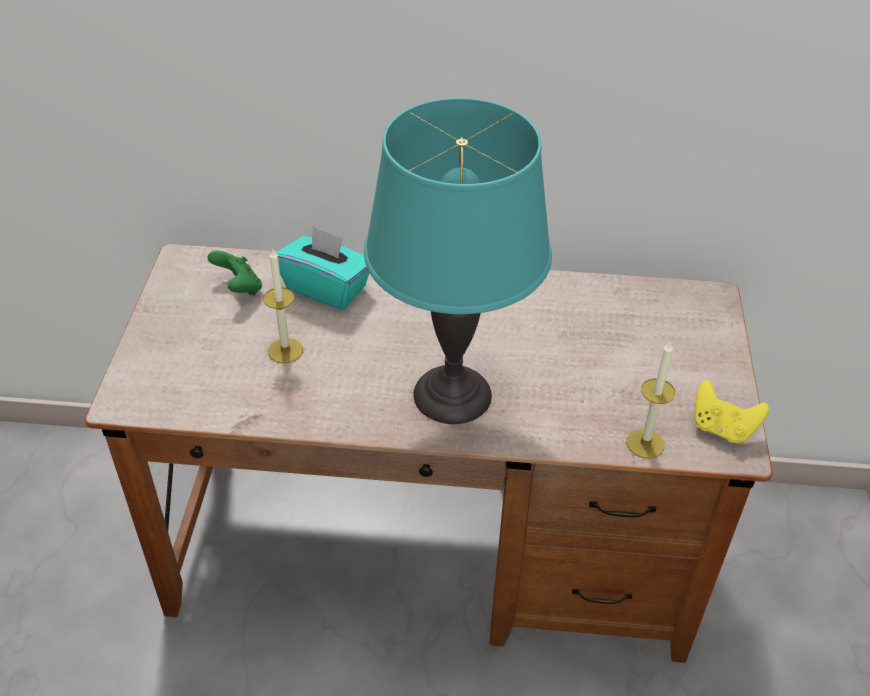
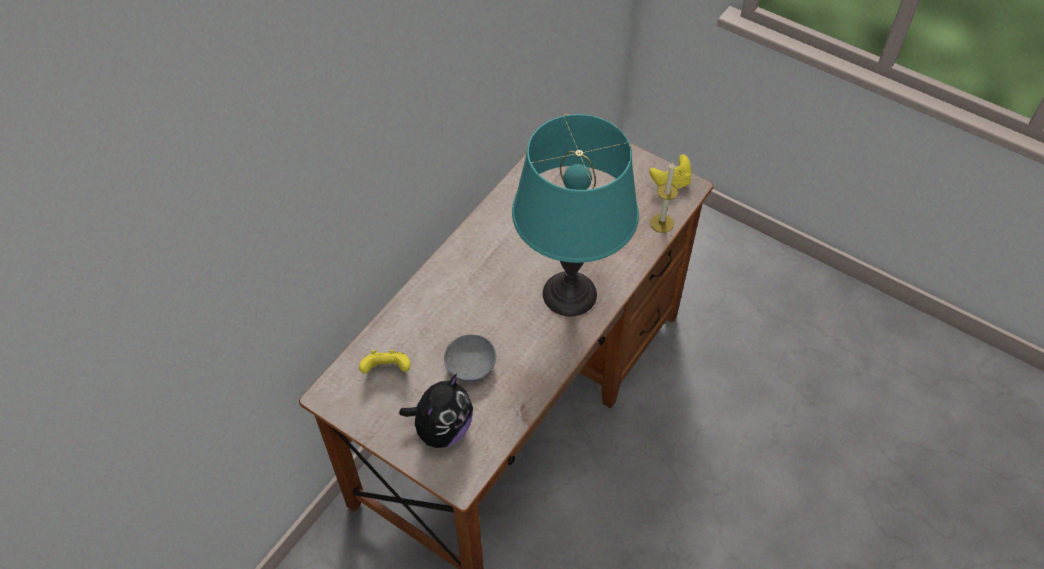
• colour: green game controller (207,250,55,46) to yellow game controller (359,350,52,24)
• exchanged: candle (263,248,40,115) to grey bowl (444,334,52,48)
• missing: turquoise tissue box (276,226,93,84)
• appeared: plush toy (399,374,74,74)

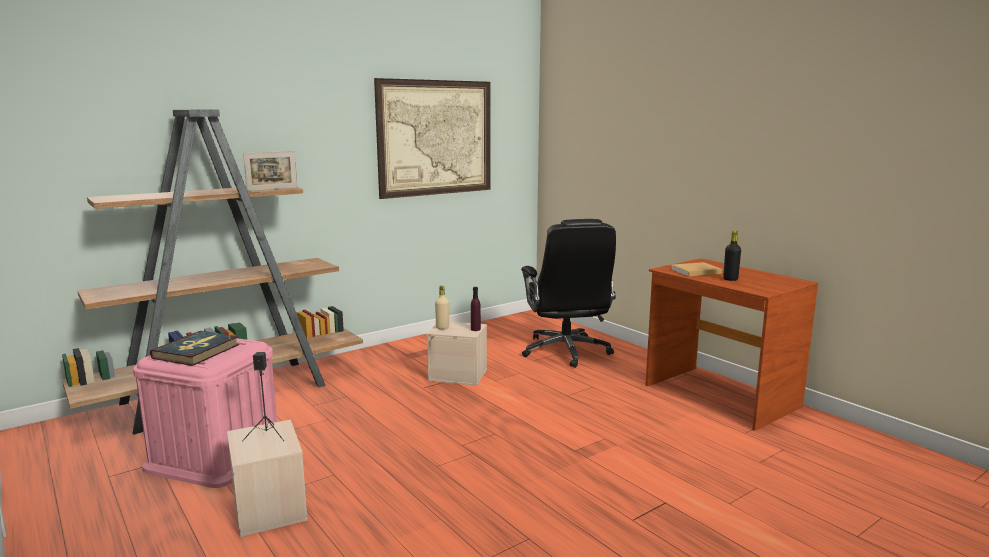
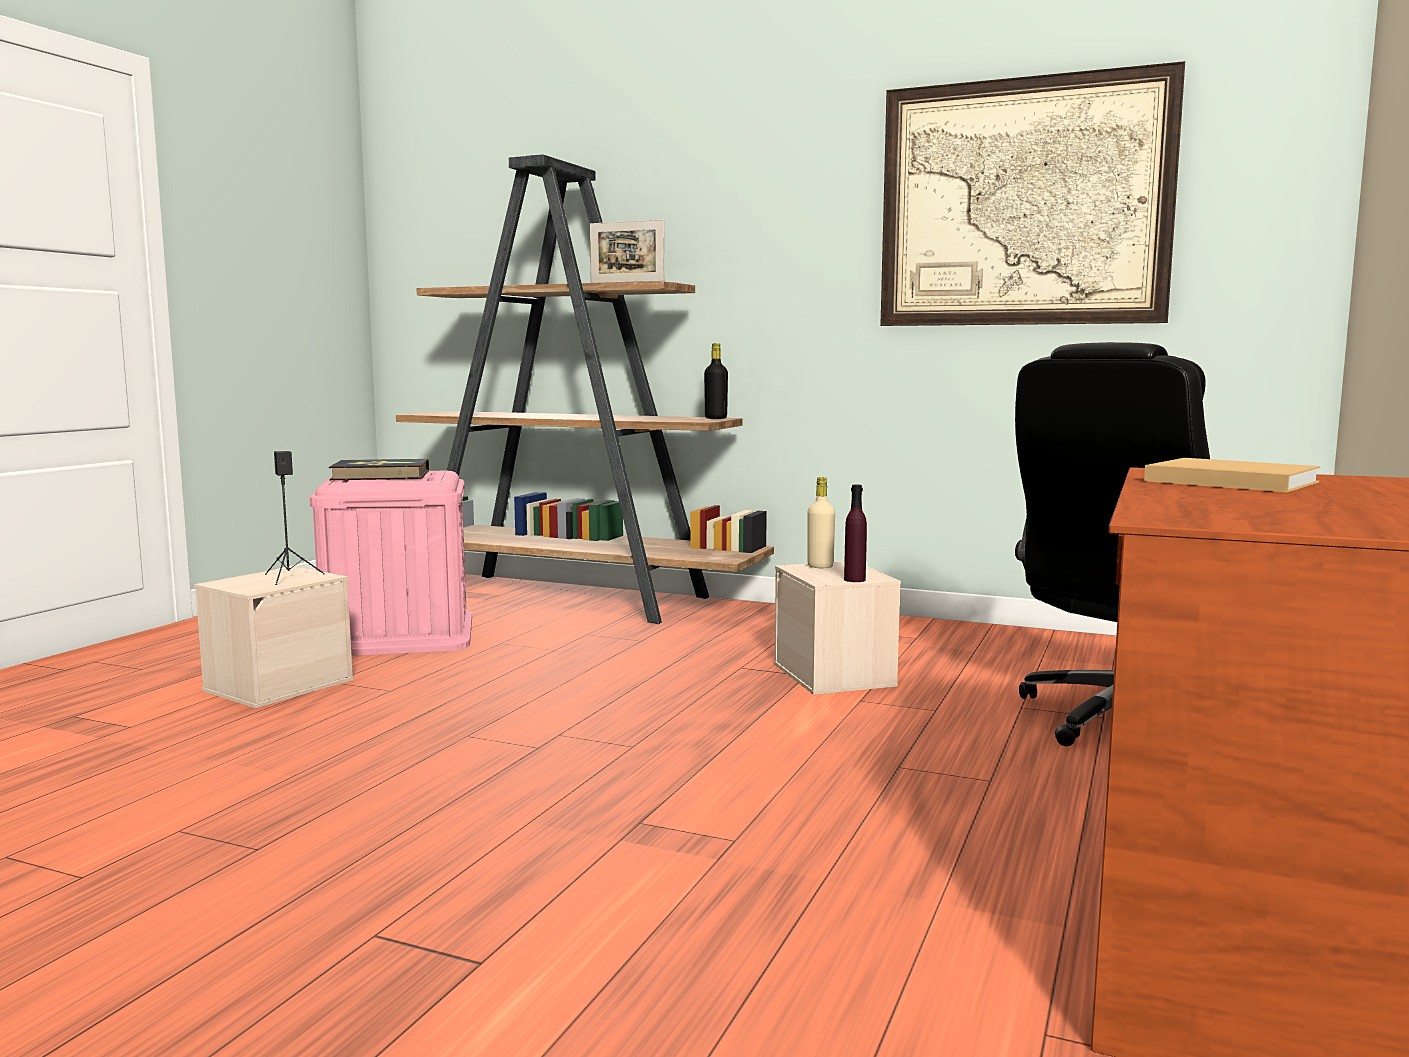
• relocated: black bottle (723,230,18,51) to (704,343,24,76)

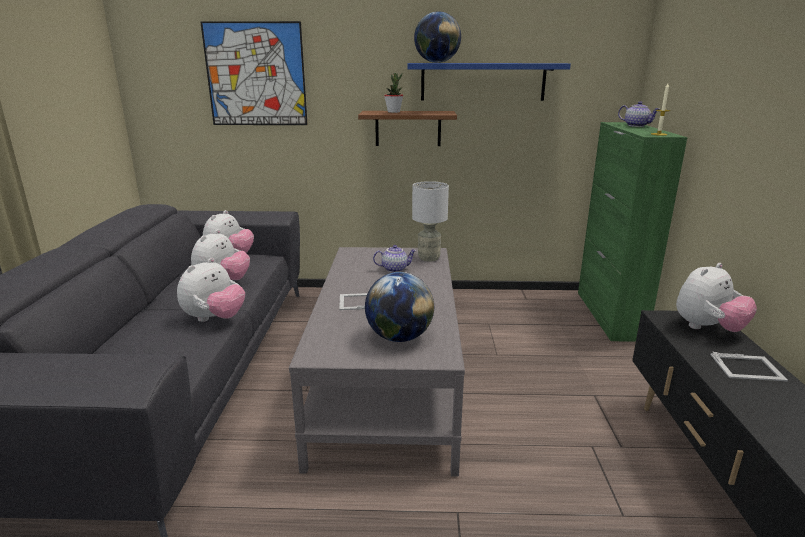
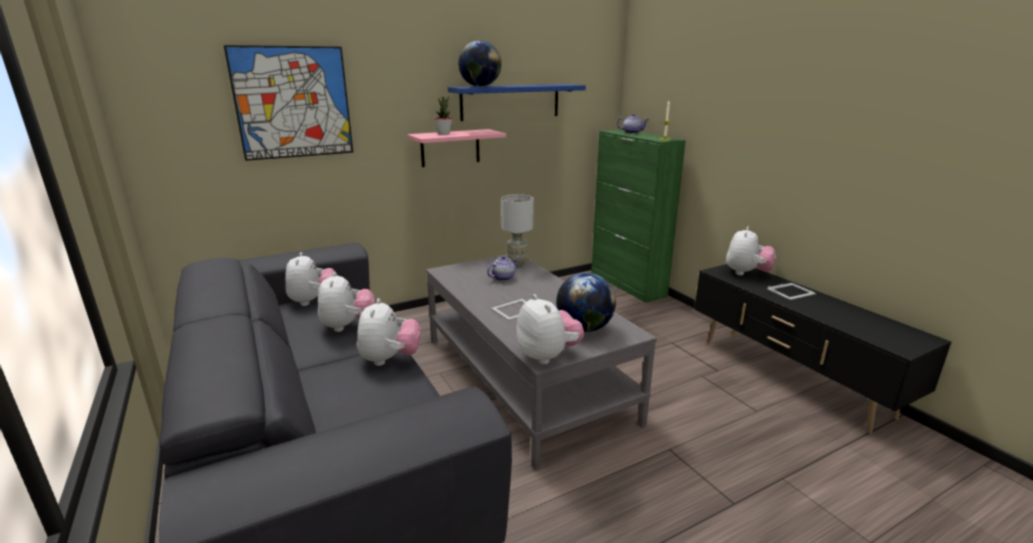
• colour: brown shelf (358,111,99,35) to pink shelf (408,129,98,38)
• appeared: plush toy (516,294,68,70)

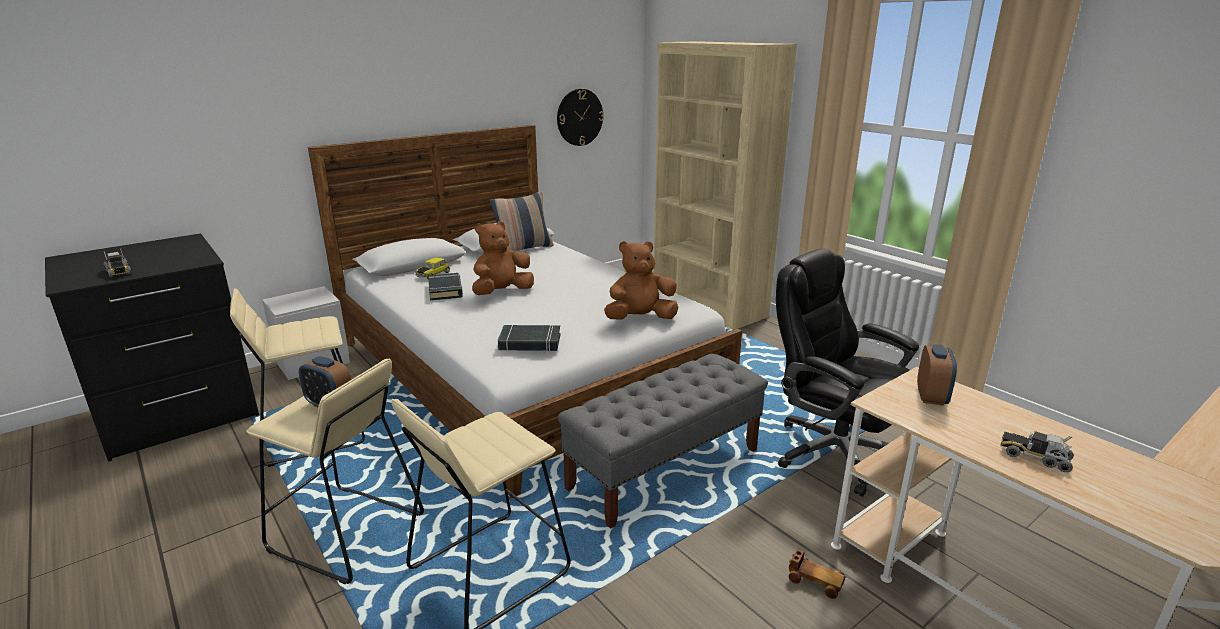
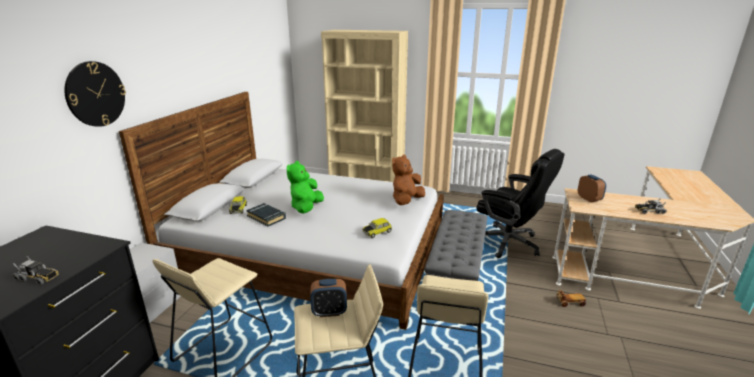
• colour: brown plush toy (472,221,62,74) to green plush toy (287,161,37,52)
• missing: pillow (490,191,63,61)
• exchanged: black book (498,325,62,27) to toy car (362,218,30,20)
• relocated: wall clock (557,89,47,57) to (64,61,62,66)
• spun: black office chair (776,248,143,249) = (476,149,89,109) 150 degrees counterclockwise

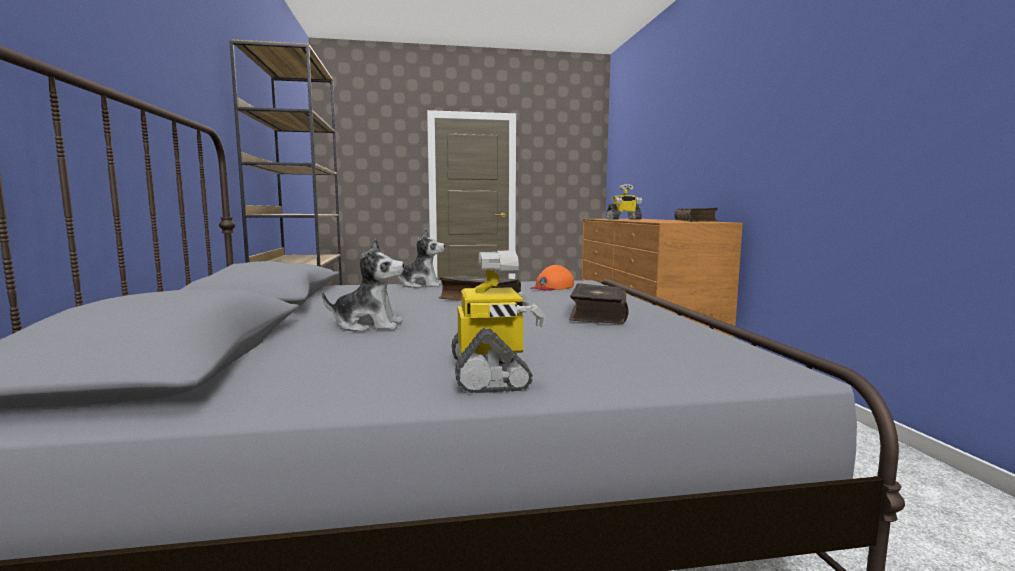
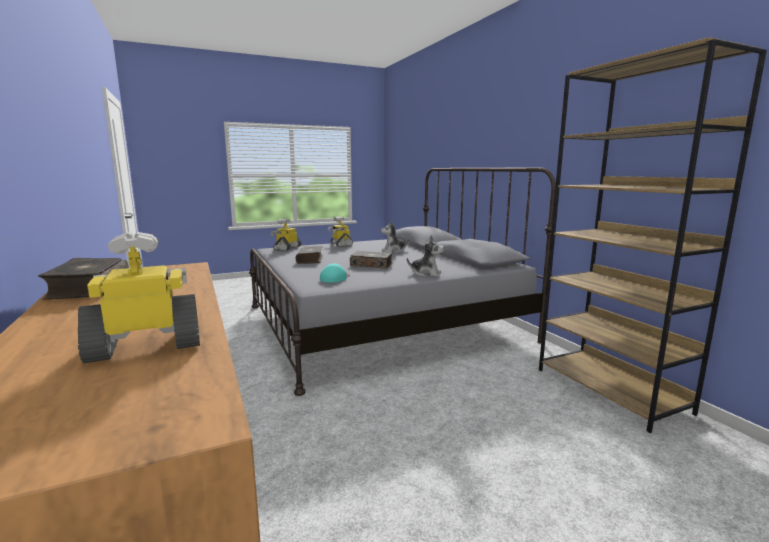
• spun: plush toy (397,229,48,59) = (407,235,37,42) 150 degrees counterclockwise
• colour: orange cap (531,265,43,26) to turquoise cap (320,263,30,20)
• appeared: toy robot (270,219,31,32)

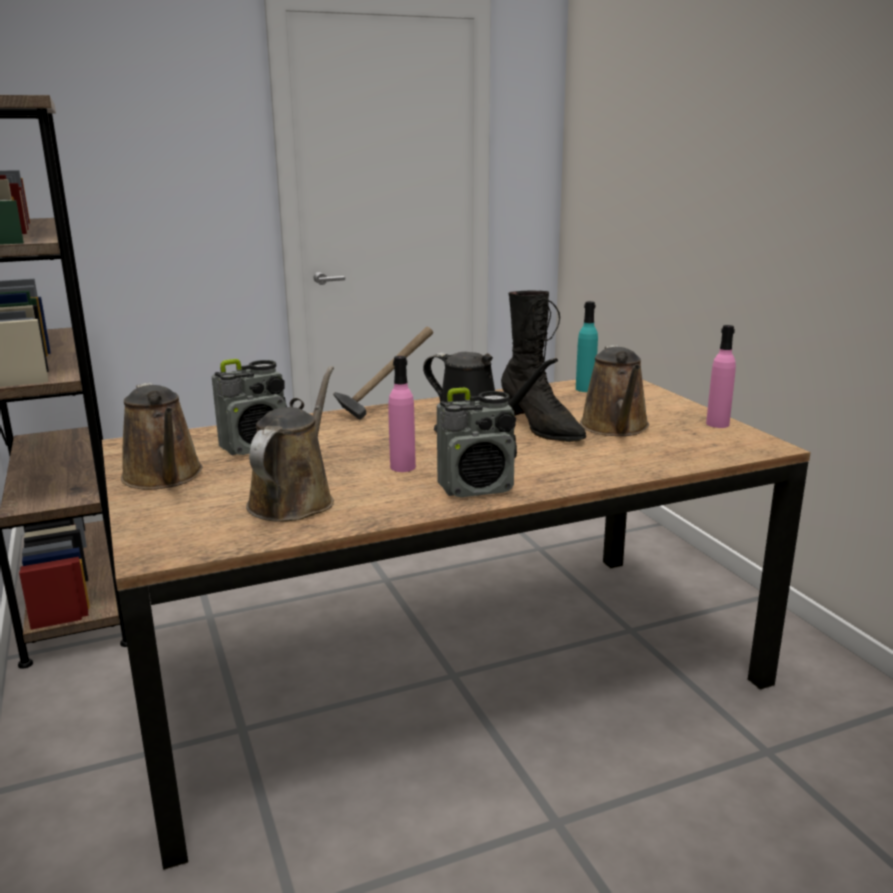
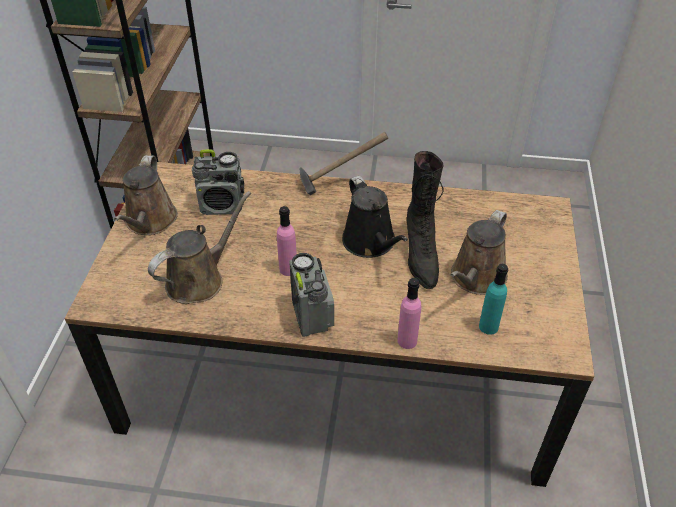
• spun: radio (437,388,80,109) = (289,253,45,84) 120 degrees counterclockwise
• relocated: turquoise bottle (576,301,22,91) to (479,264,29,71)
• relocated: pink bottle (706,325,30,103) to (397,278,24,71)

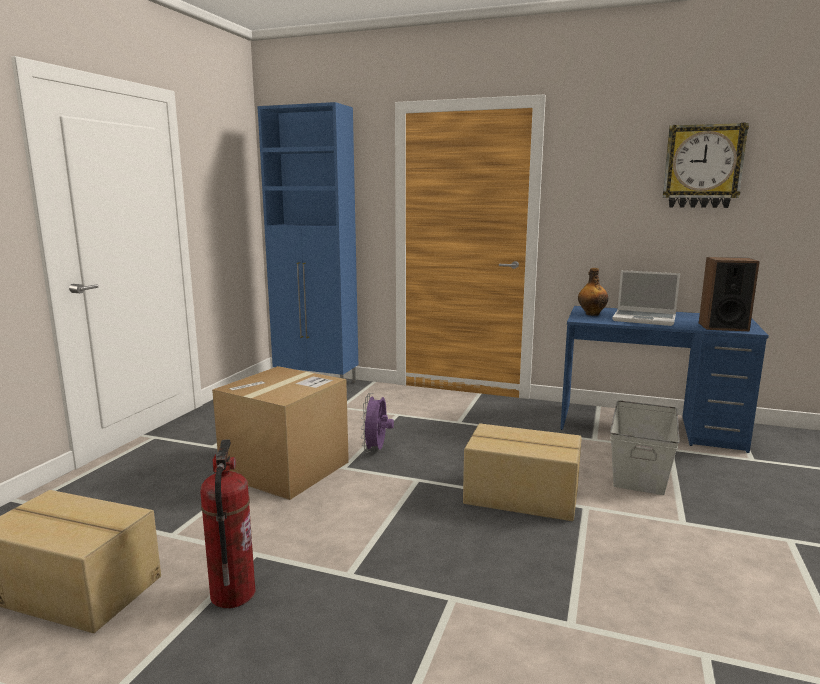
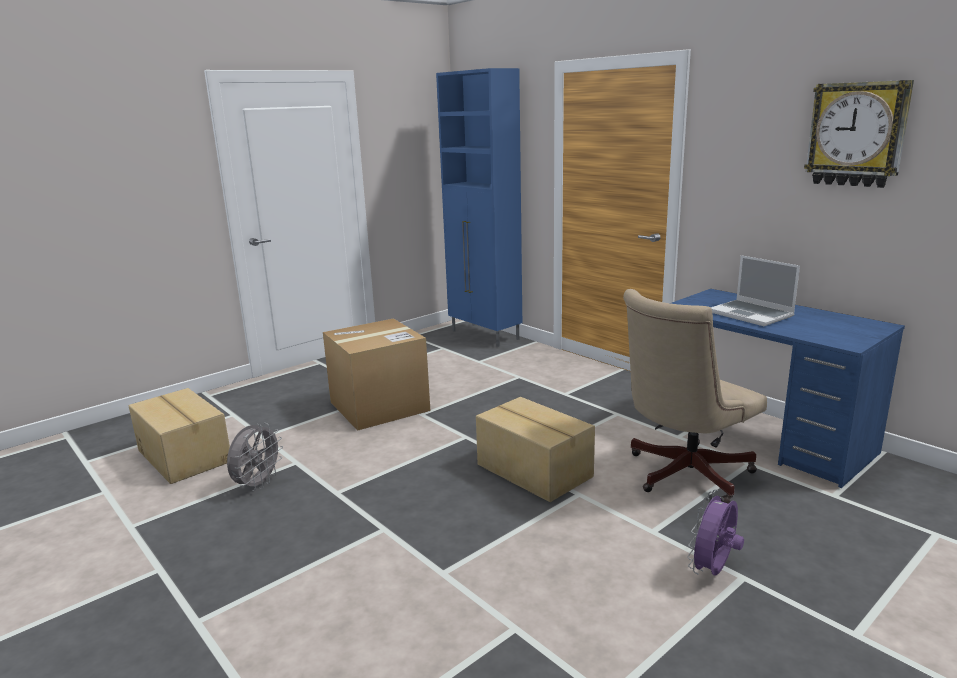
• exchanged: fire extinguisher (200,439,56,169) to grey fan (227,423,56,68)
• relocated: purple fan (361,393,33,60) to (687,490,57,86)
• missing: bottle (578,268,30,48)
• exchanged: grey storage box (610,400,70,95) to beige office chair (623,289,144,215)
• missing: speaker (699,257,61,74)

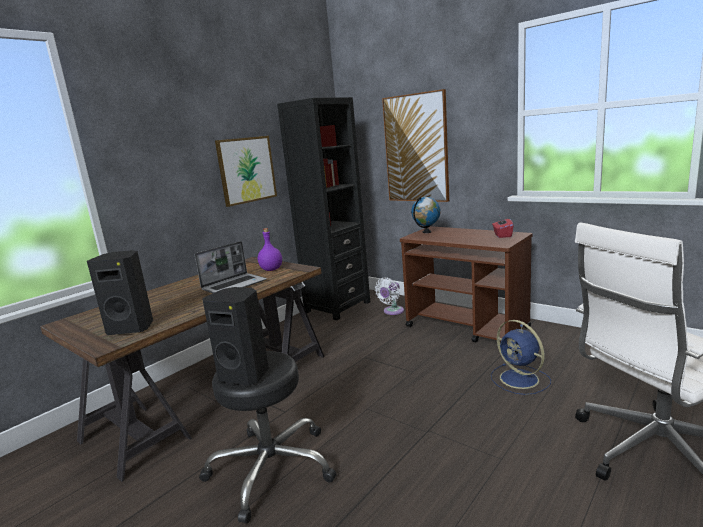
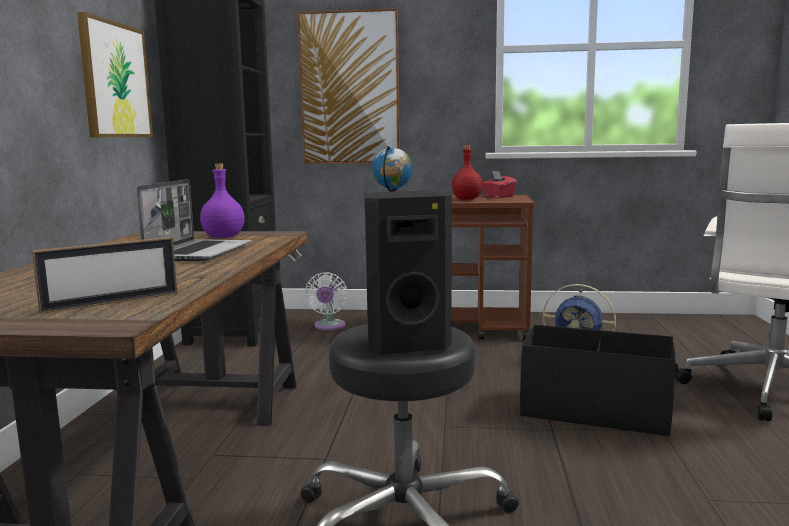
• exchanged: black speaker (87,250,66,85) to picture frame (32,237,145,77)
• appeared: red bottle (452,145,31,55)
• appeared: black storage box (520,325,158,112)

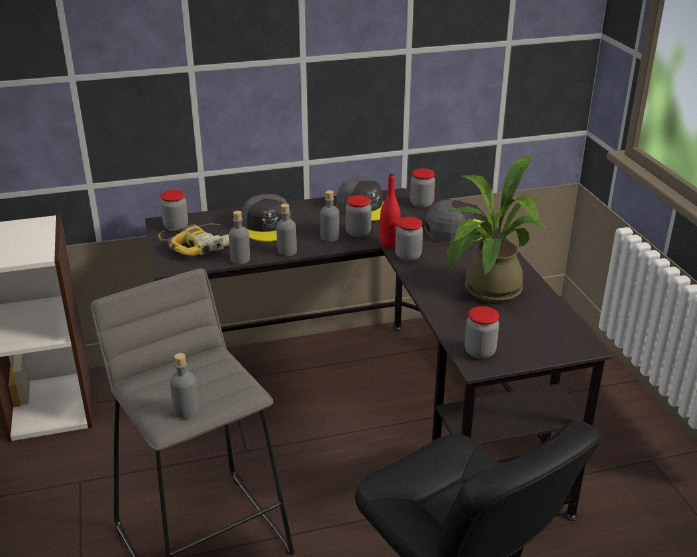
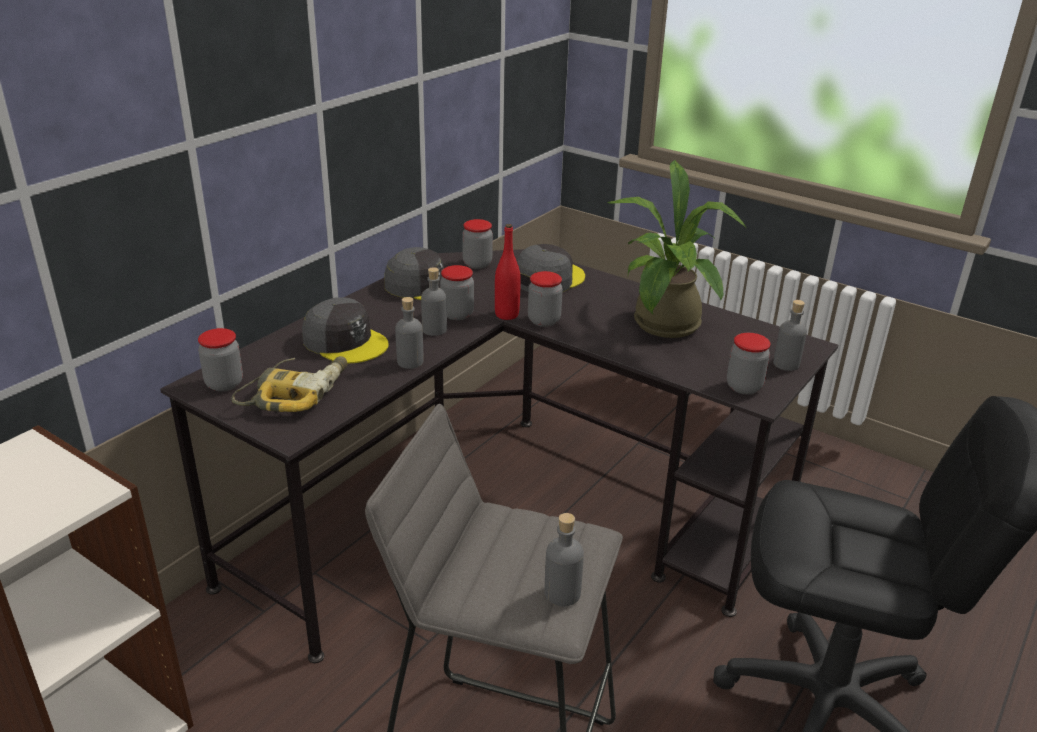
• relocated: grey bottle (229,211,21,53) to (773,300,34,71)

